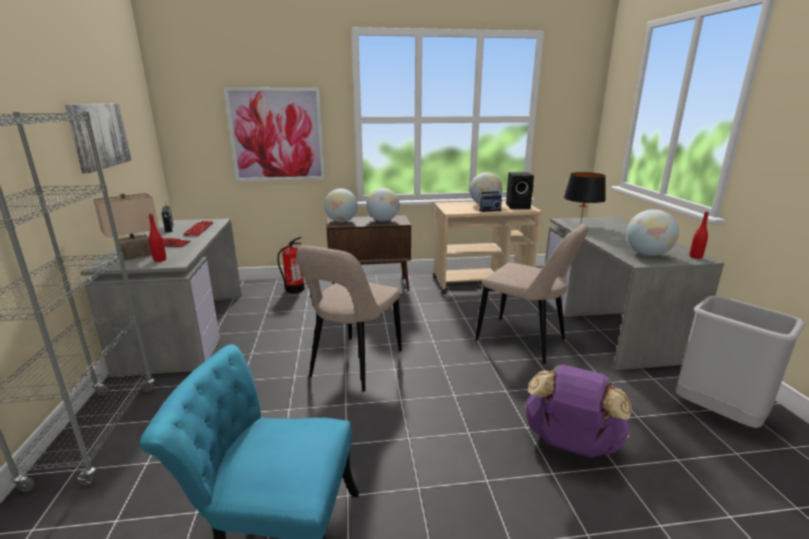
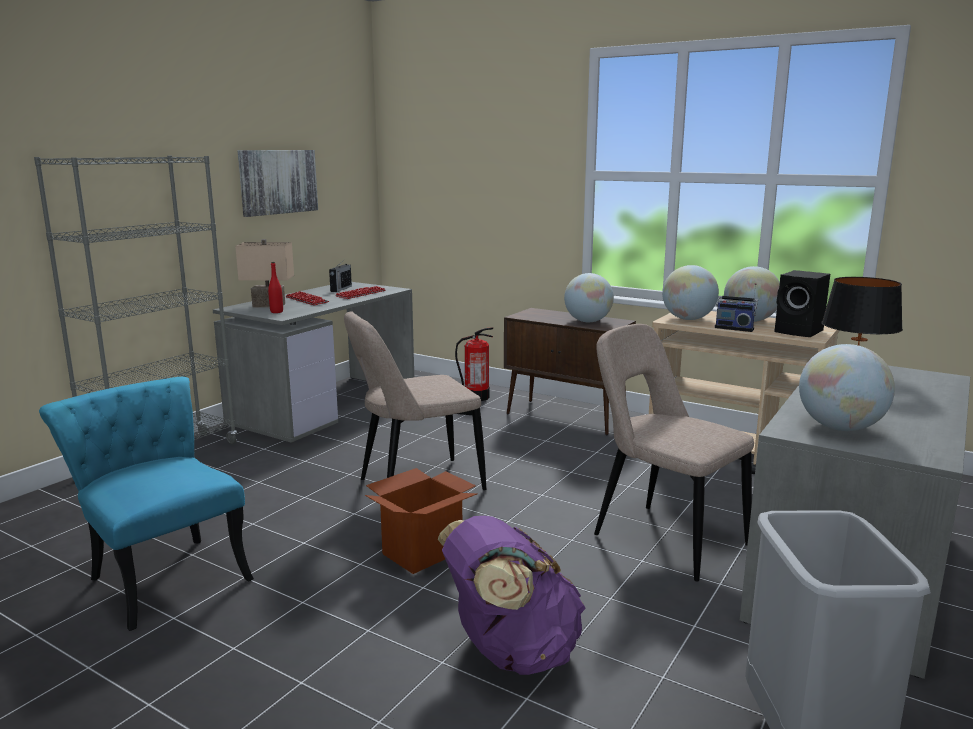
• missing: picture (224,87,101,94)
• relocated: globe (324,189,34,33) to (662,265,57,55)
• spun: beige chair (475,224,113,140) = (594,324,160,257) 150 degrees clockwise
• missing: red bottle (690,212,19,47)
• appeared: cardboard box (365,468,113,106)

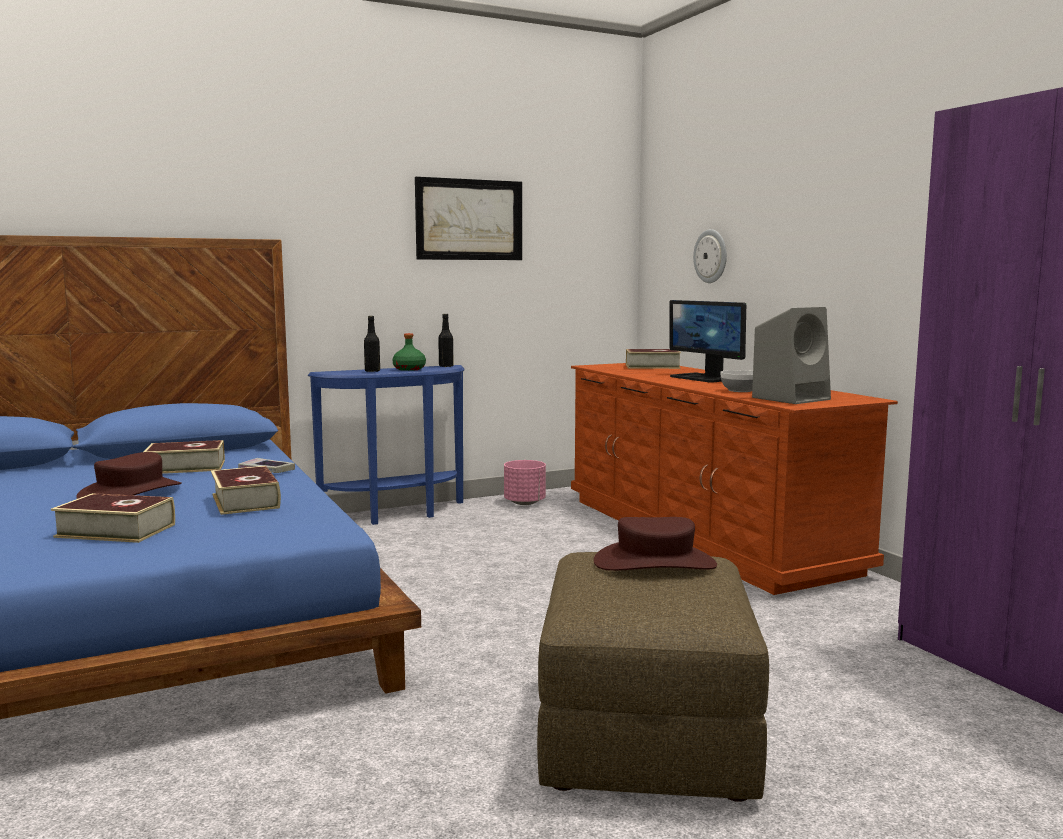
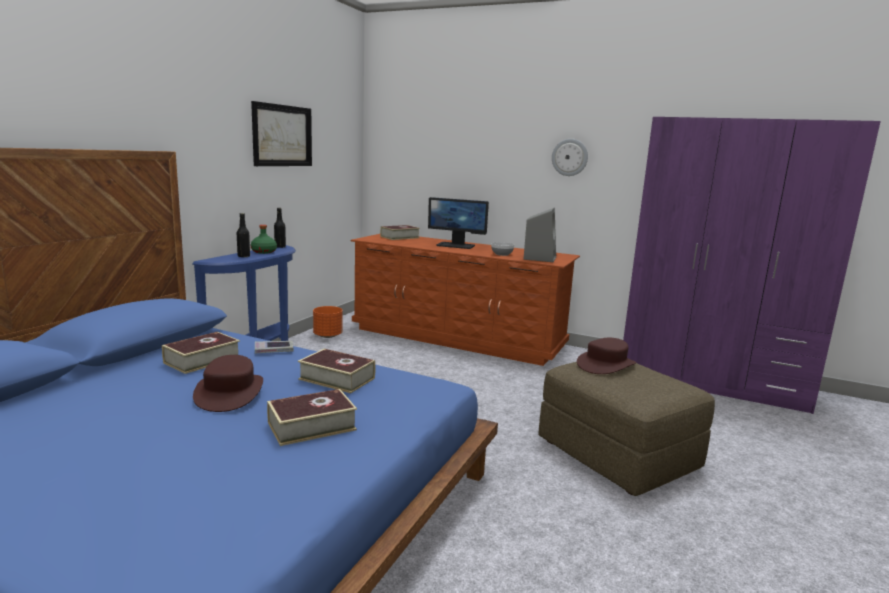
• colour: pink planter (504,460,42,45) to orange planter (313,306,30,32)
• relocated: wall clock (693,229,34,54) to (552,139,36,37)

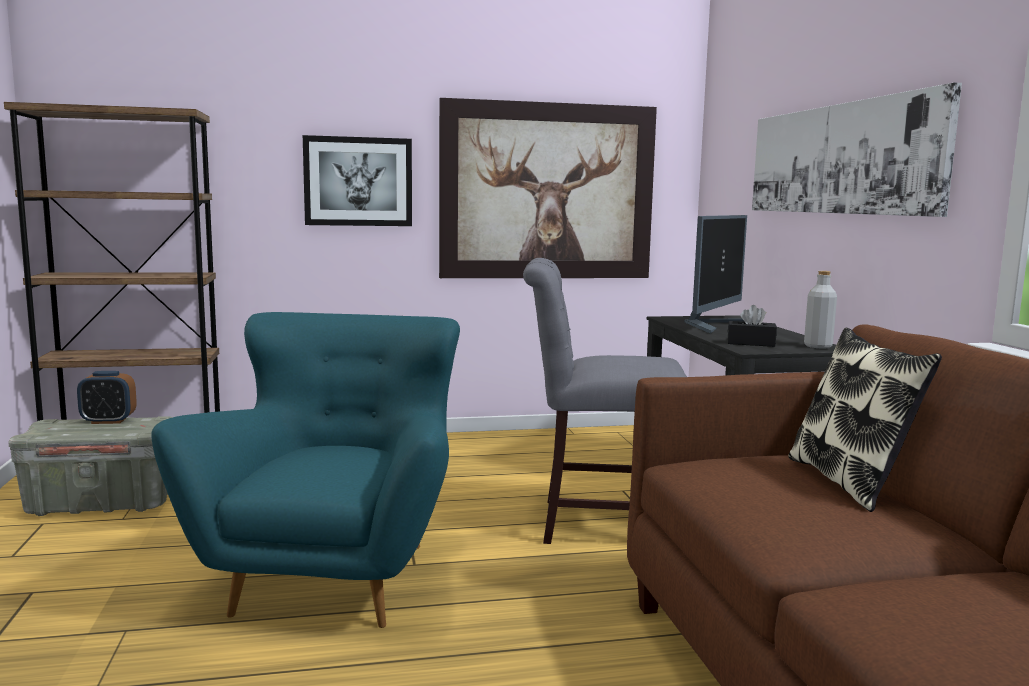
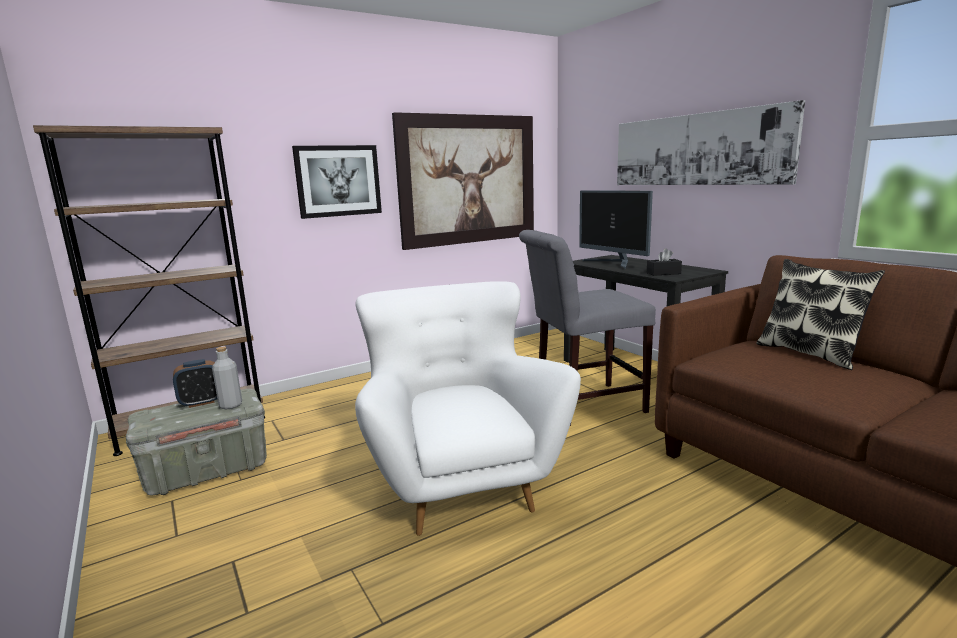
• colour: turquoise armchair (151,312,309,316) to white armchair (355,281,226,255)
• spun: monitor (685,215,62,119) = (579,190,74,79) 135 degrees clockwise
• relocated: grey bottle (804,271,33,78) to (212,346,30,63)

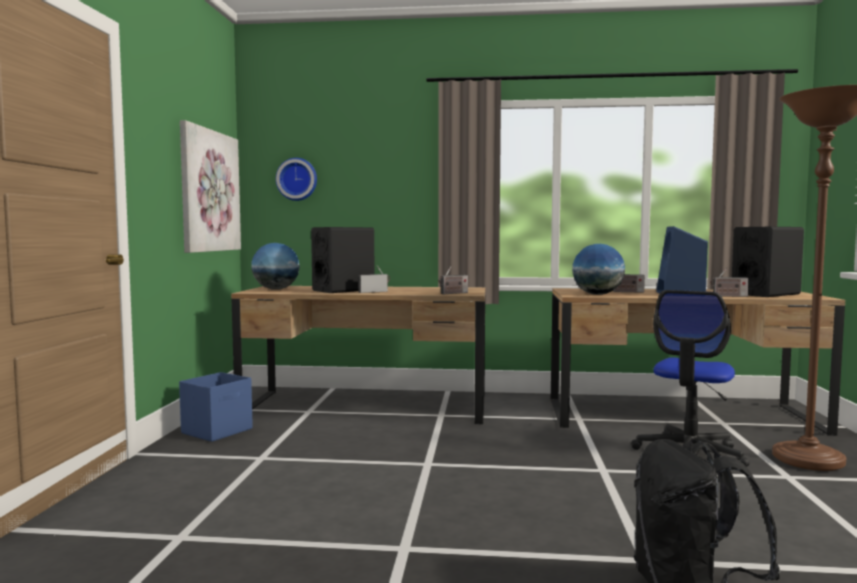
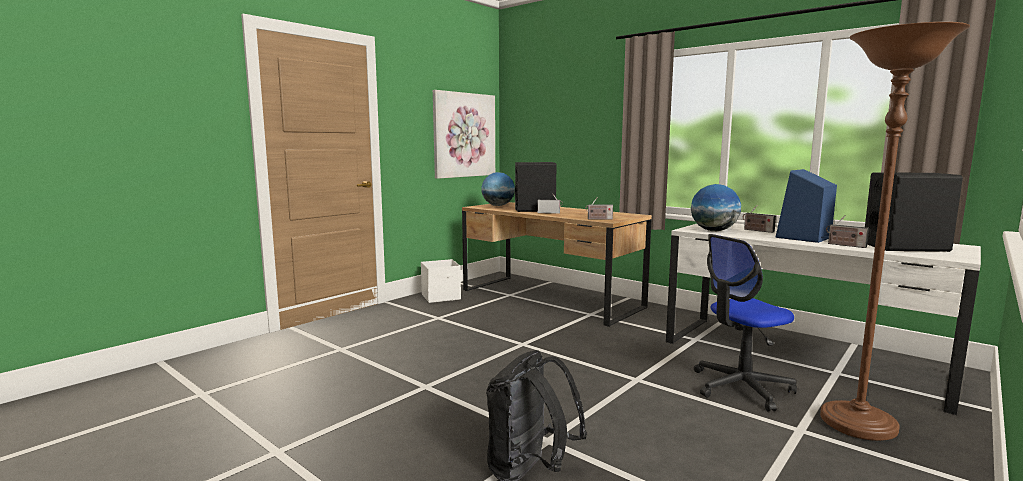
• colour: blue storage box (179,372,74,70) to white storage box (421,259,40,44)
• missing: wall clock (276,158,41,43)
• colour: brown desk (551,288,294,148) to white desk (666,223,315,192)

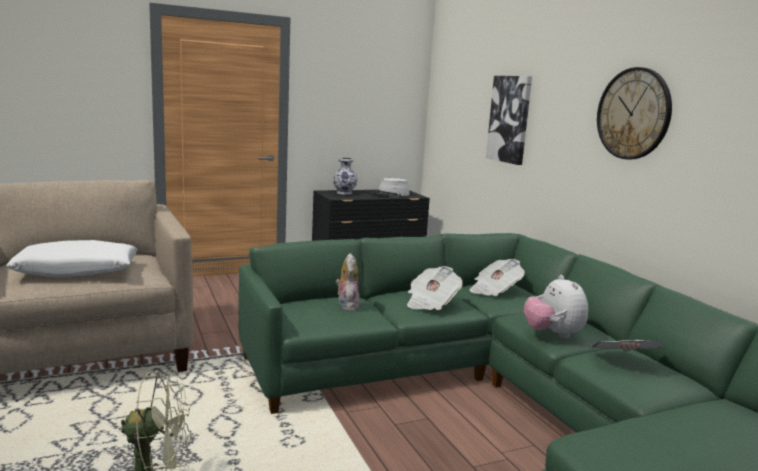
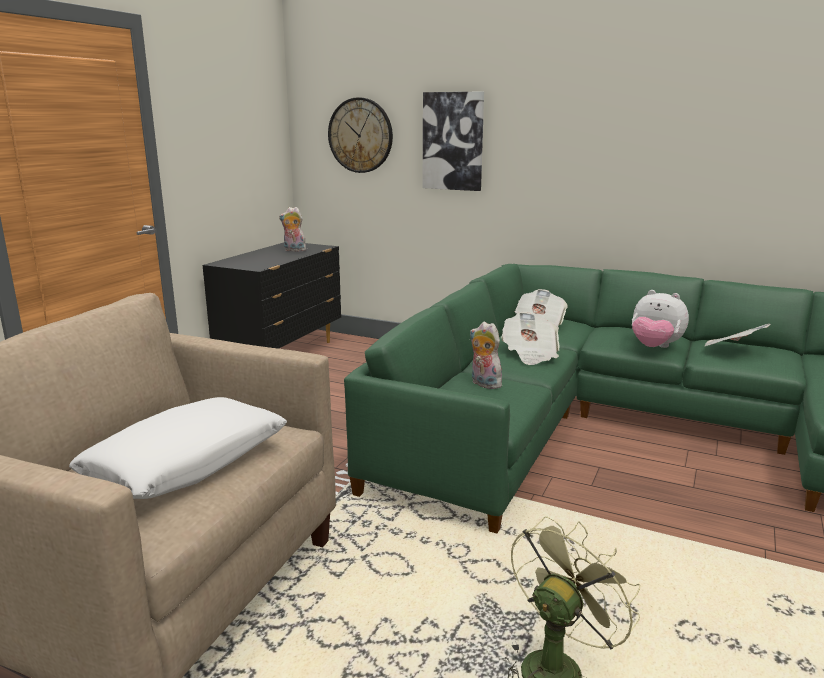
• missing: vase (333,158,24,37)
• exchanged: grey hat (372,178,38,19) to plush toy (279,207,27,45)
• relocated: wall clock (597,67,75,92) to (328,97,65,76)

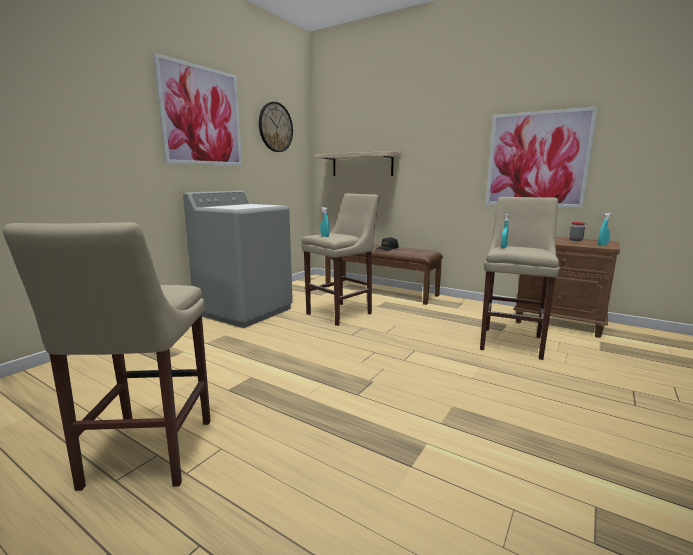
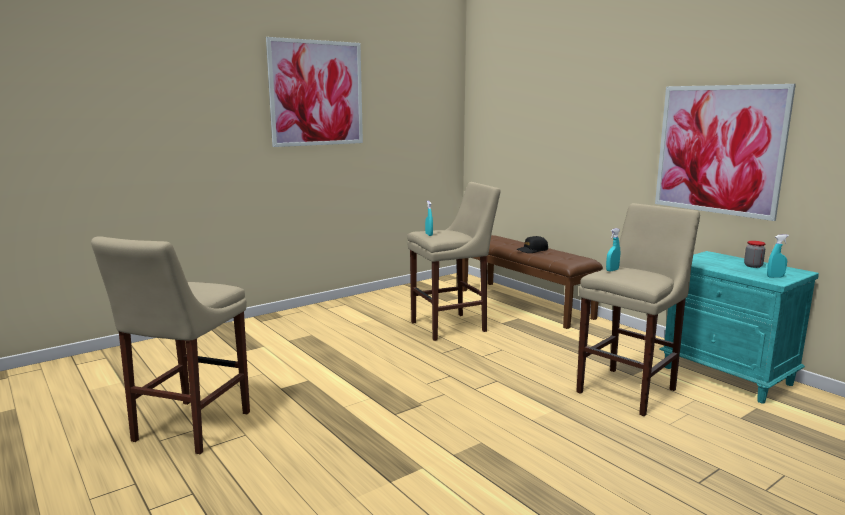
• missing: grey washing machine (183,191,110,137)
• missing: wall clock (259,102,34,50)
• missing: shelf (315,151,86,25)
• colour: brown nightstand (513,237,107,101) to turquoise nightstand (659,251,160,153)

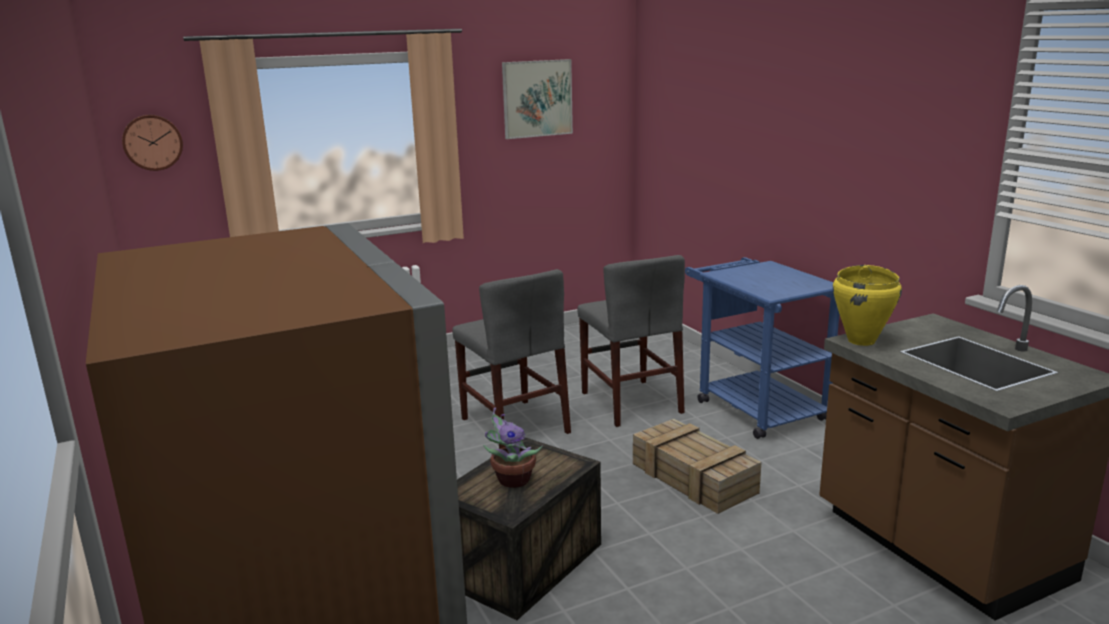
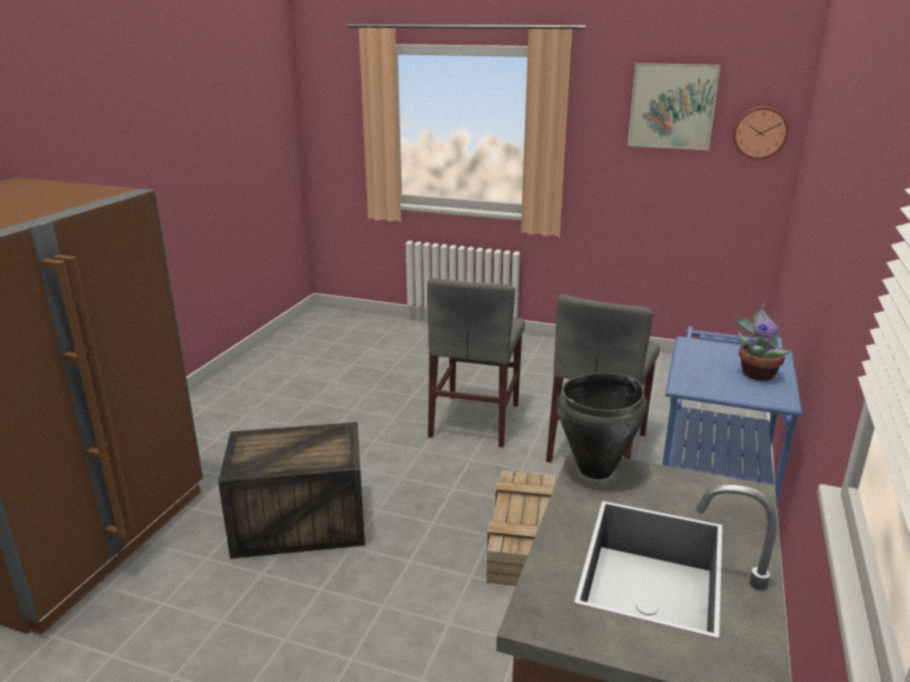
• relocated: wall clock (122,115,61,56) to (733,106,55,54)
• relocated: potted plant (483,407,60,81) to (735,303,58,78)
• colour: yellow cooking pot (833,265,69,81) to black cooking pot (557,373,90,106)

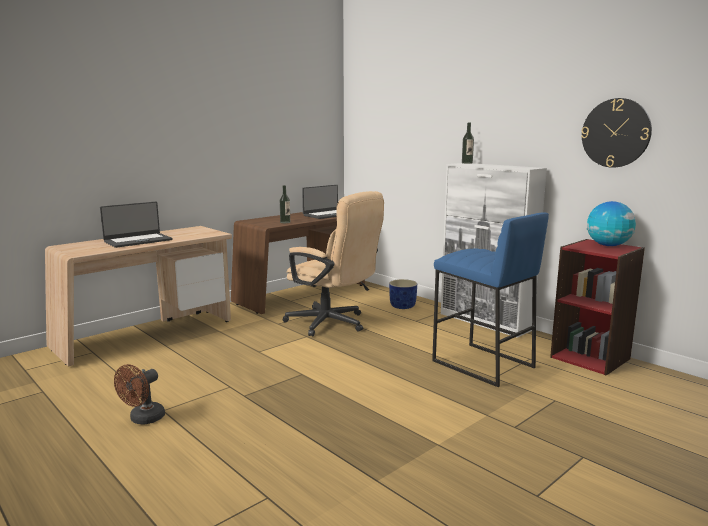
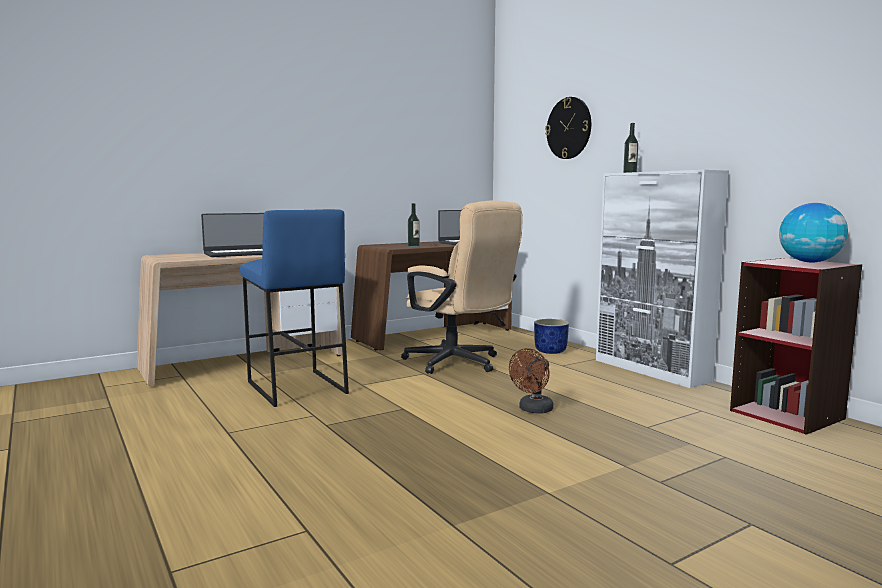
• relocated: brown fan (114,364,51,61) to (509,348,45,66)
• relocated: blue stool (432,212,117,175) to (240,209,109,198)
• relocated: wall clock (581,98,71,70) to (545,97,46,62)

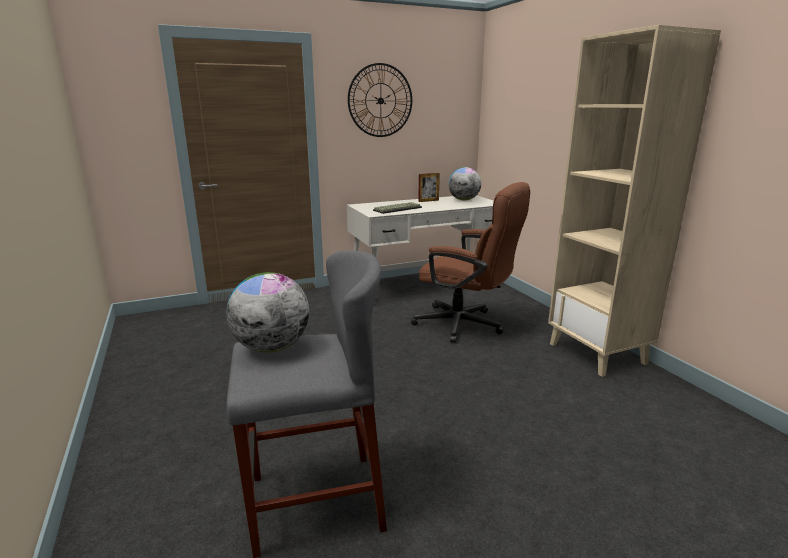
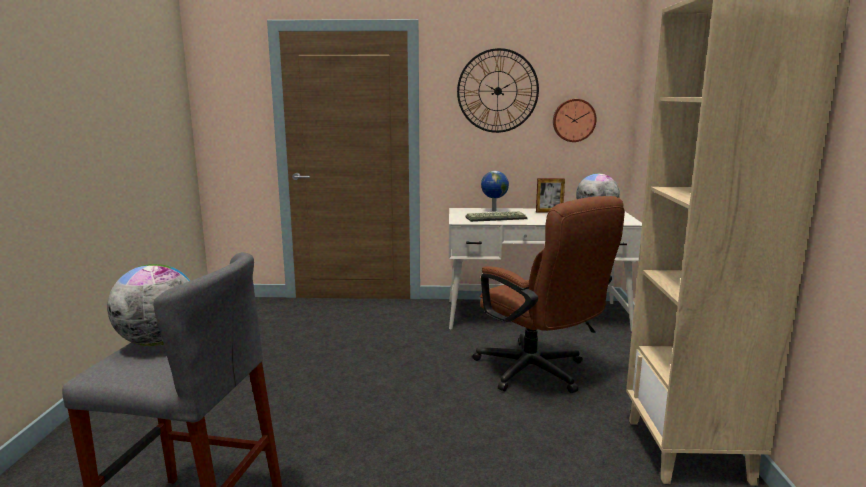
• appeared: globe (481,171,28,40)
• appeared: wall clock (553,99,44,43)

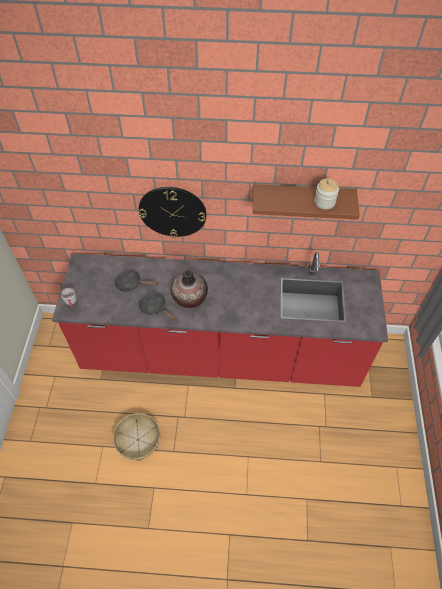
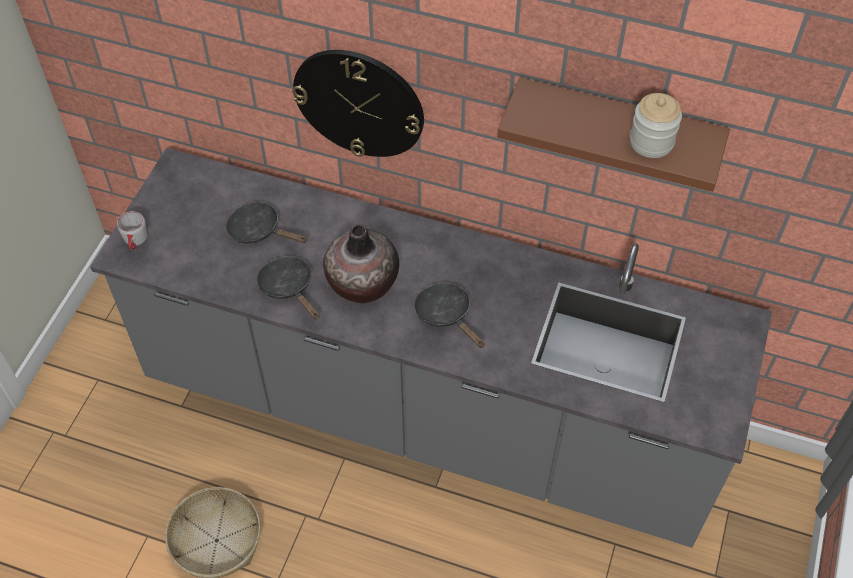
• colour: red counter (52,252,336,135) to grey counter (90,148,682,400)
• appeared: black frying pan (414,283,71,65)

